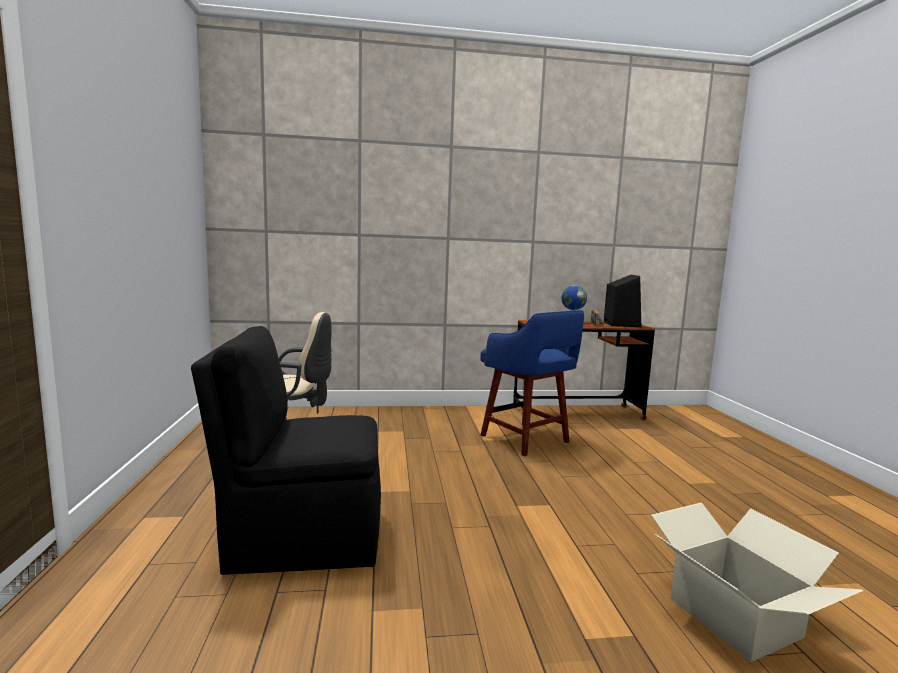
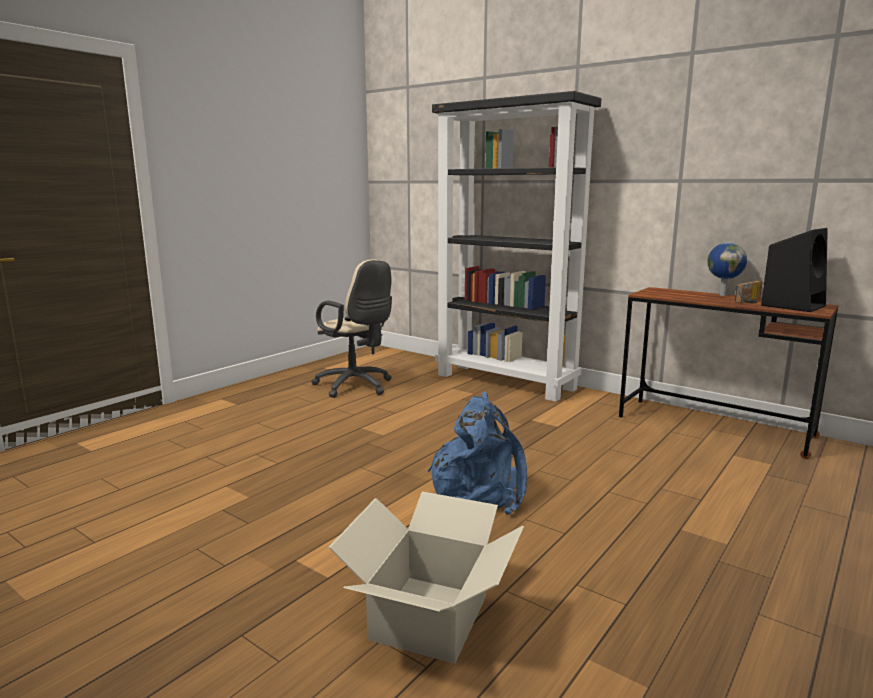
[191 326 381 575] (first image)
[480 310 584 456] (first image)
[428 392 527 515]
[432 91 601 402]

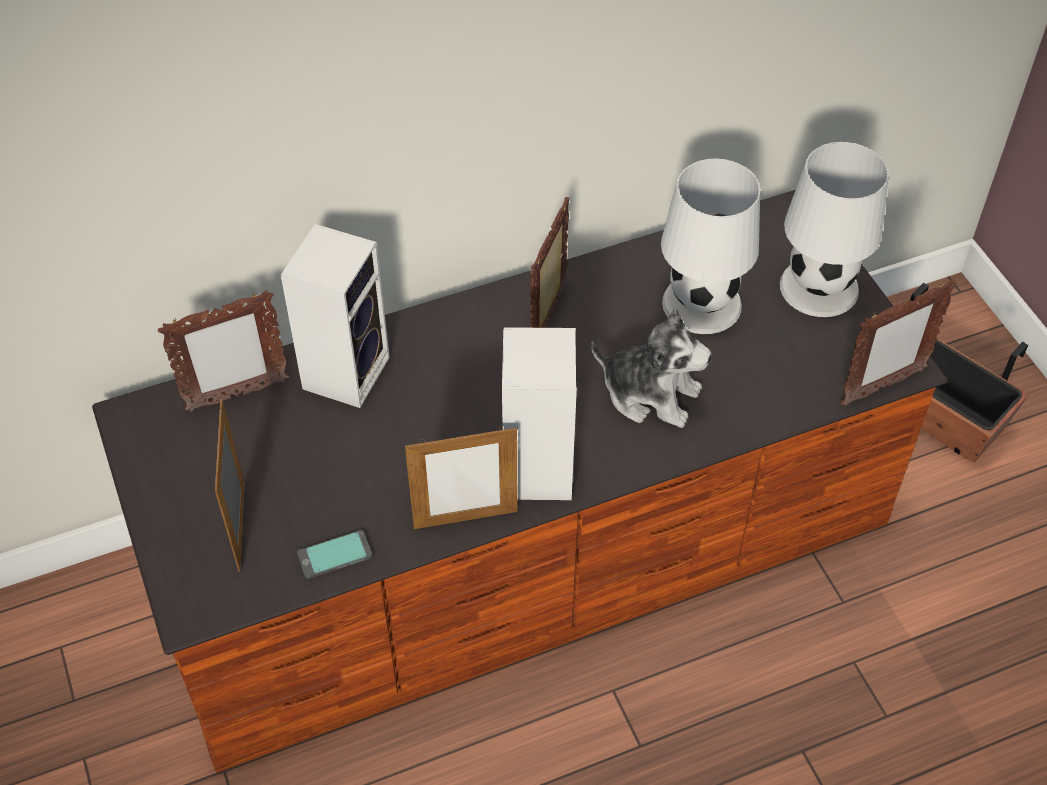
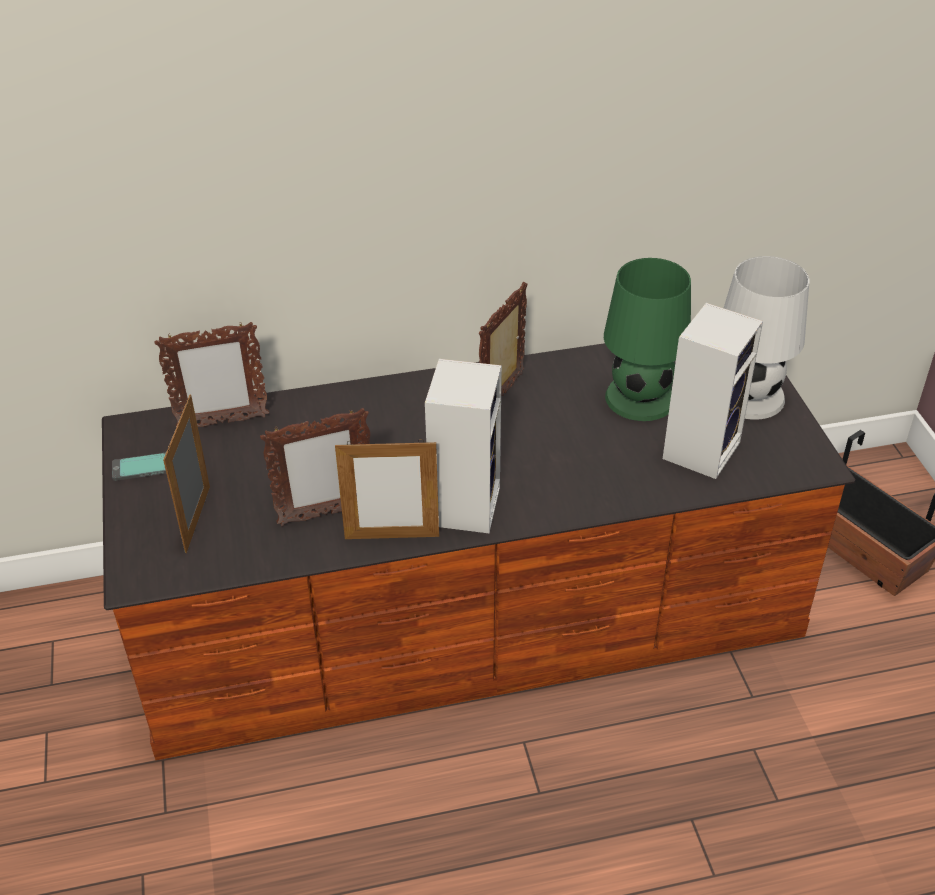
[663 303 763 479]
[112 453 166 481]
[591 309 712 428] (first image)
[604 258 691 421]
[260 408 370 526]

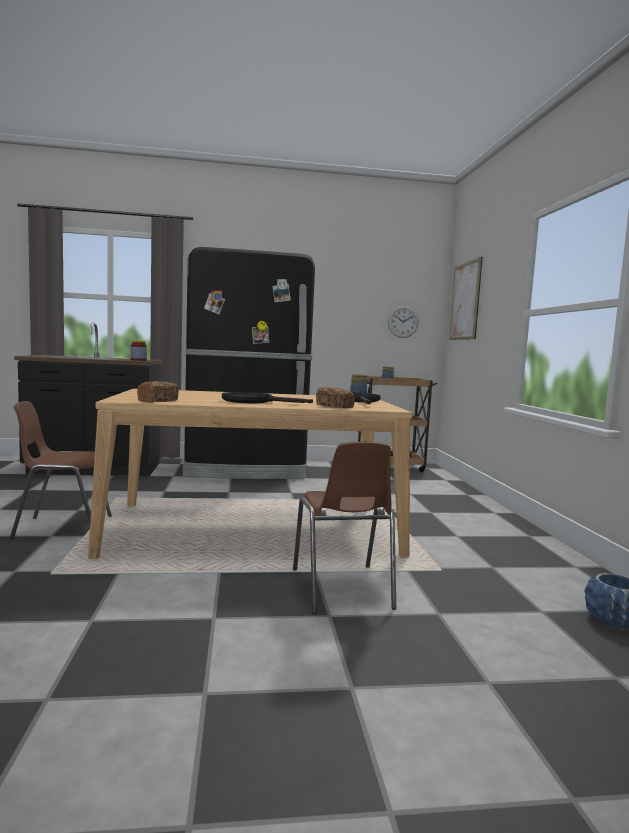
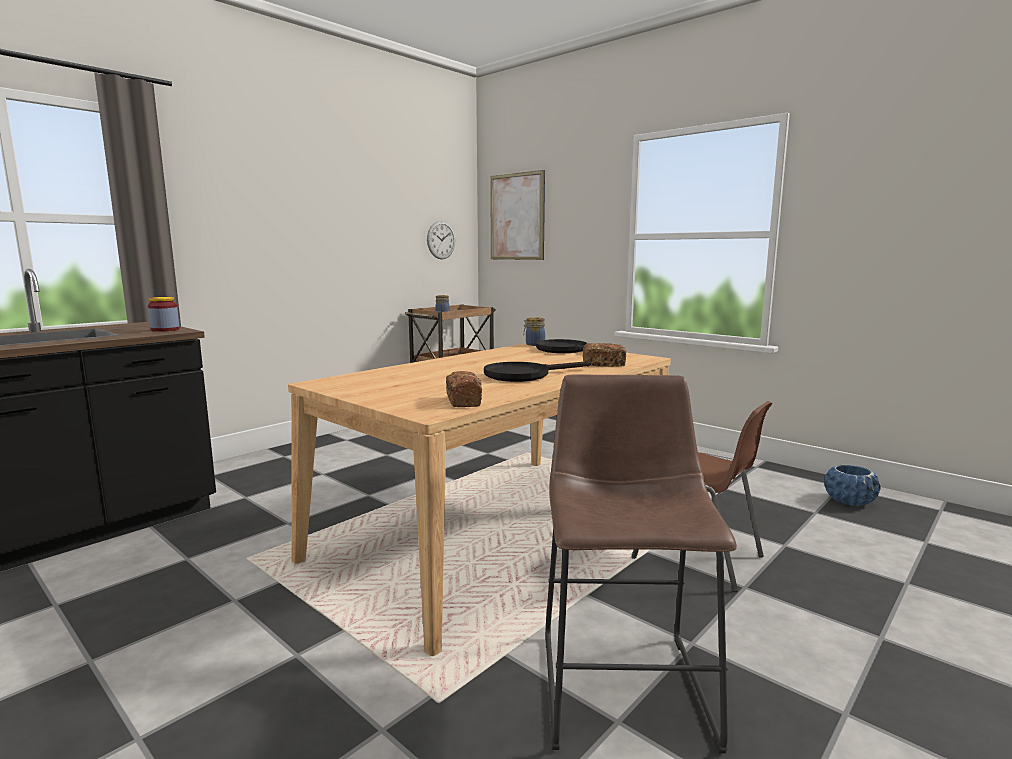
[10 401 112 539] (first image)
[183 247 315 479] (first image)
[545 375 737 753]

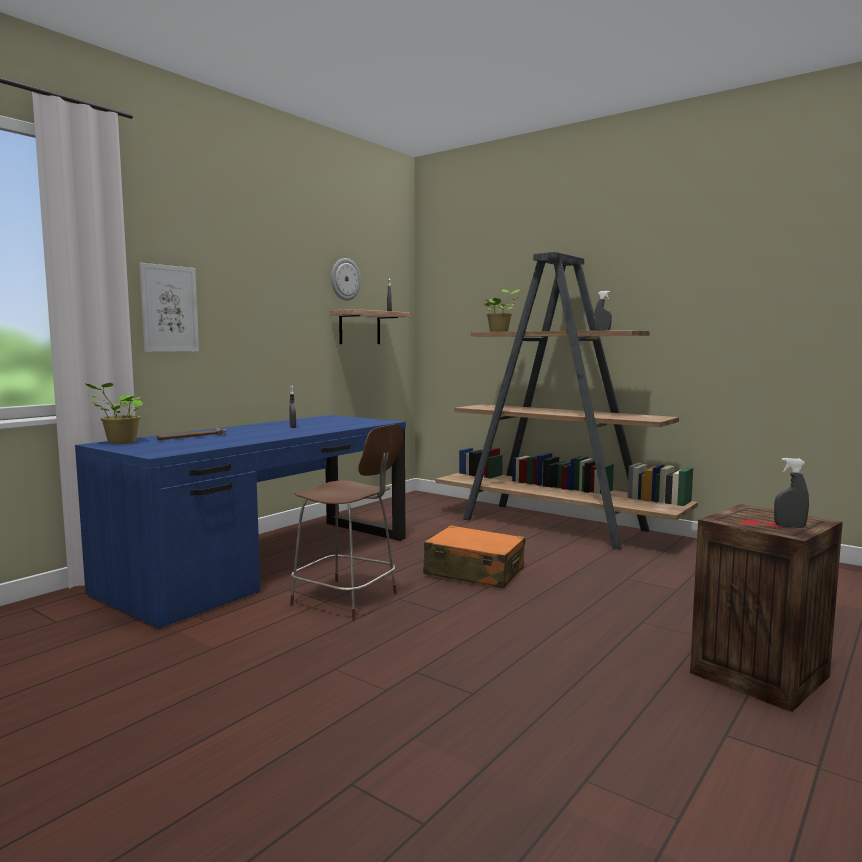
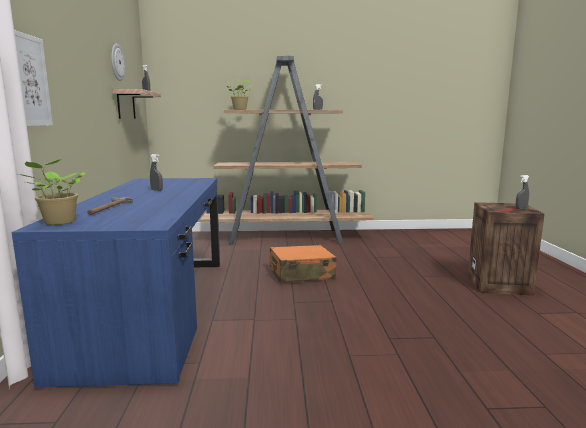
[290 424 403 620] (first image)

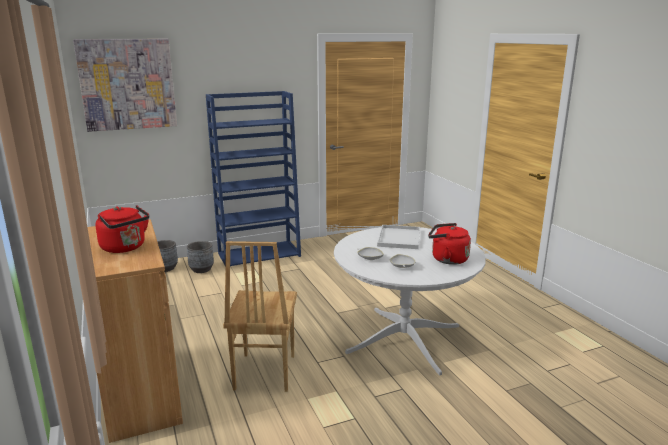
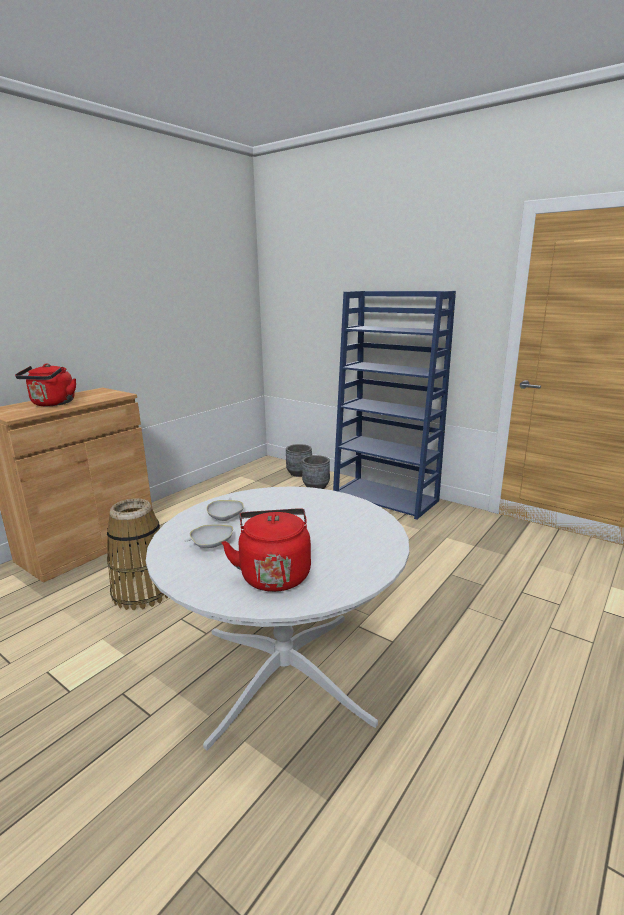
[73 39 177 132] (first image)
[107 498 168 610]
[377 225 420 249] (first image)

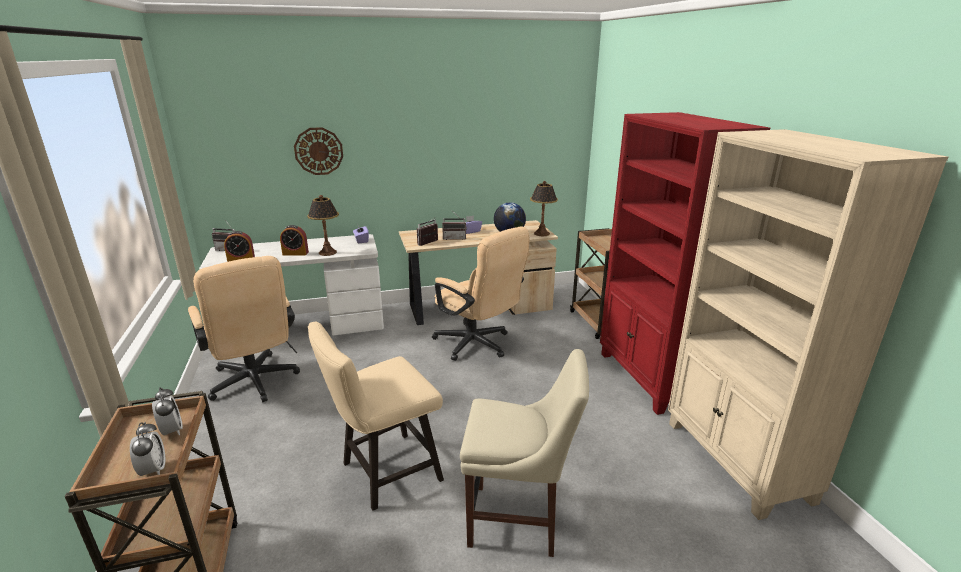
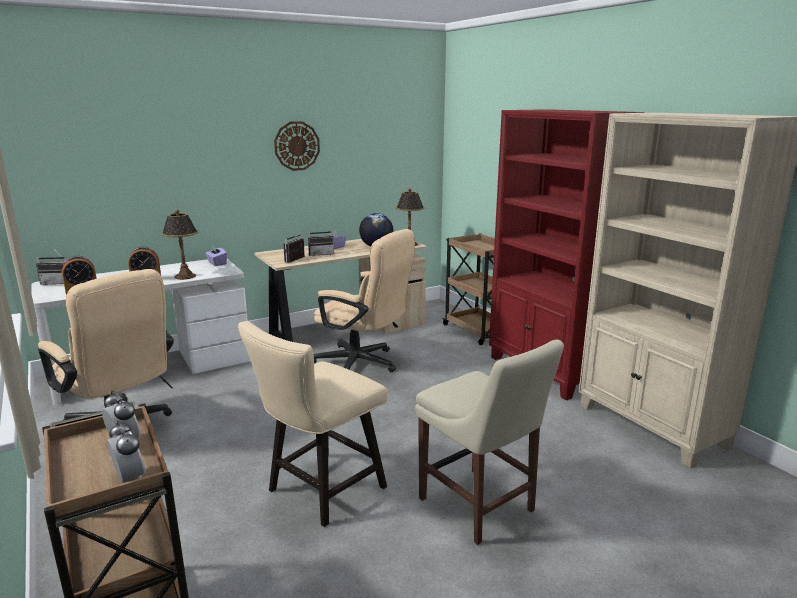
[274 121 320 171]
[415 340 564 545]

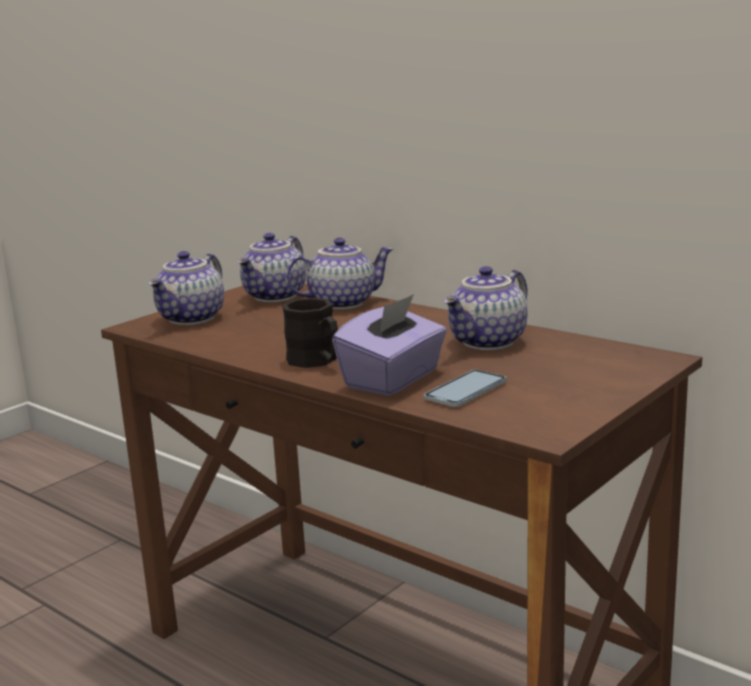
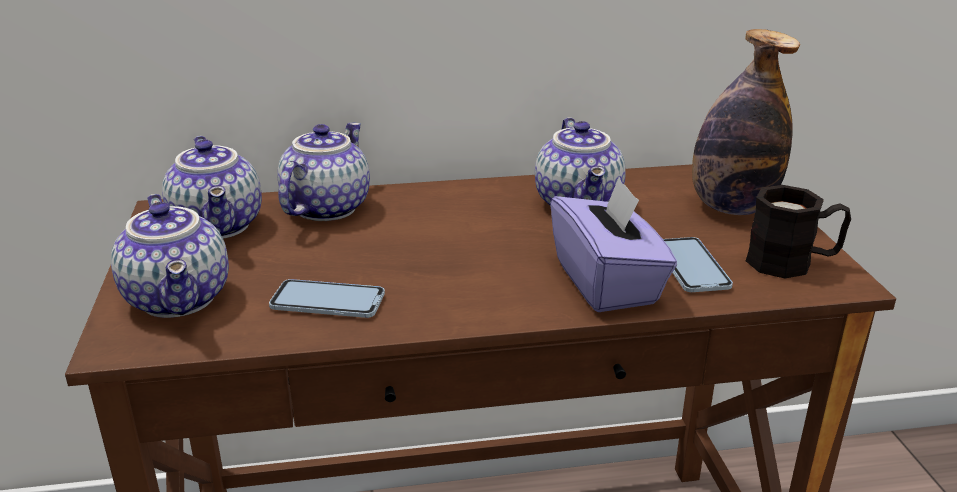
[746 185 851 278]
[269 279 385 318]
[692 29 800 215]

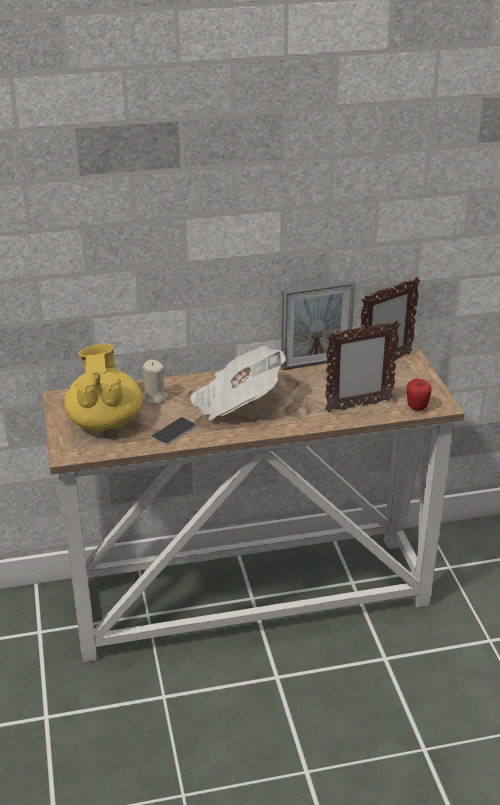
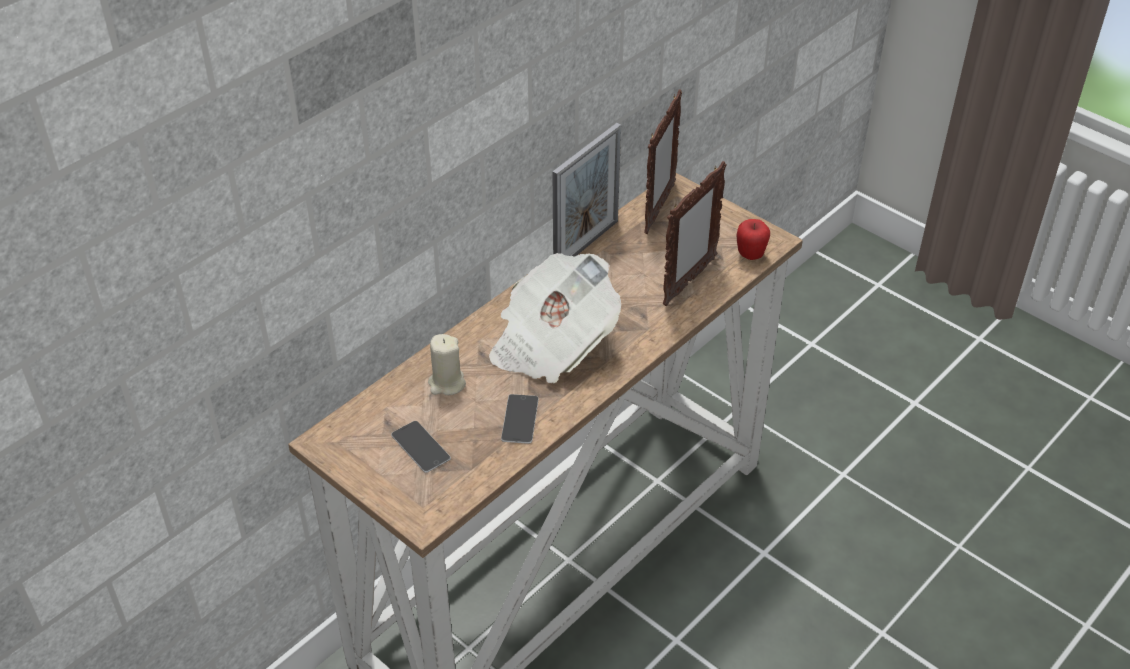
[391 421 451 473]

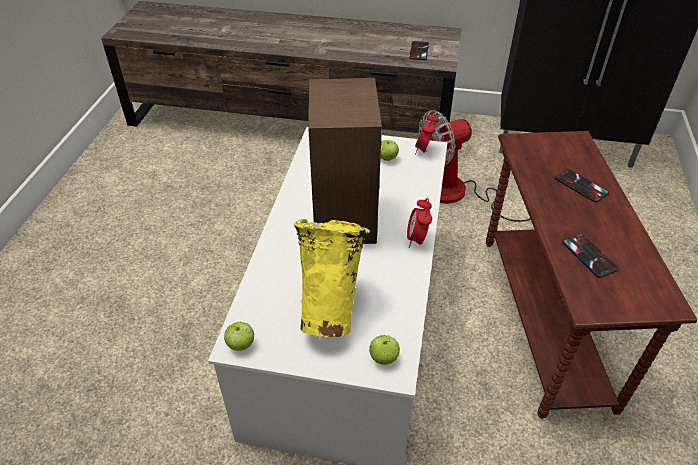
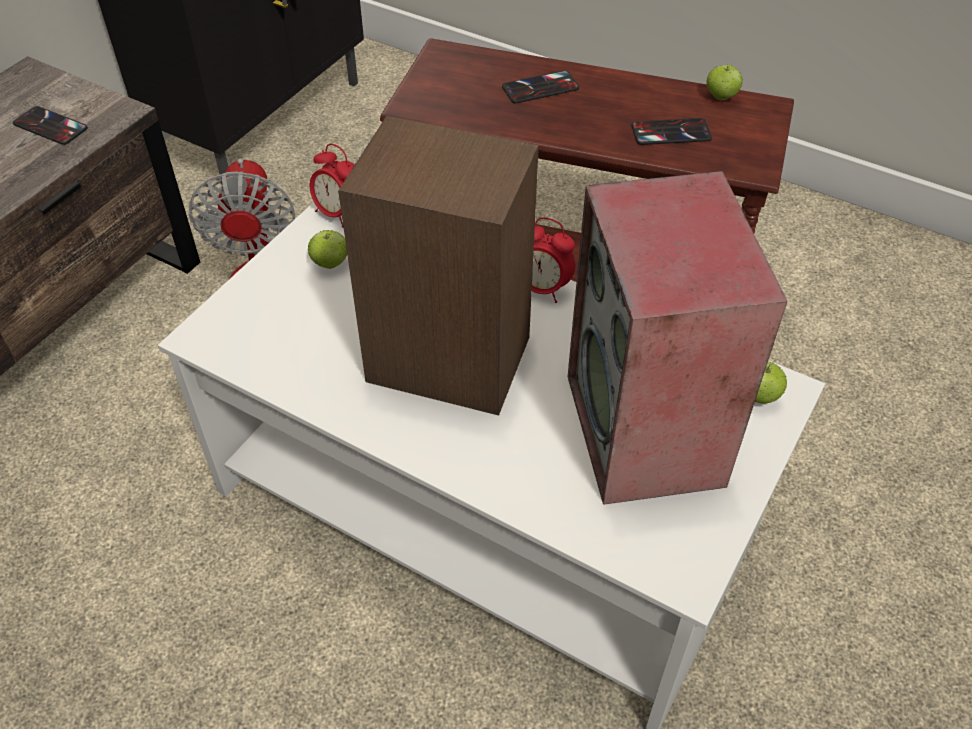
[706 65 743 100]
[567 171 788 505]

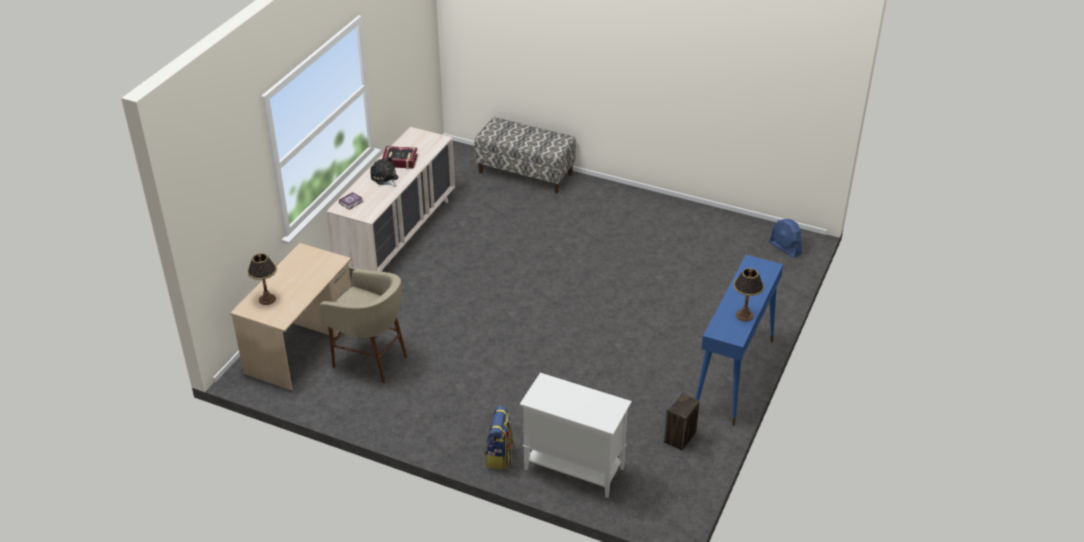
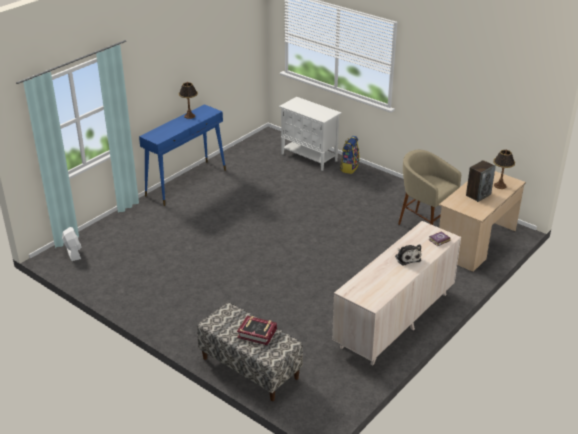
[237 316 277 345]
[466 160 496 202]
[62 227 81 261]

